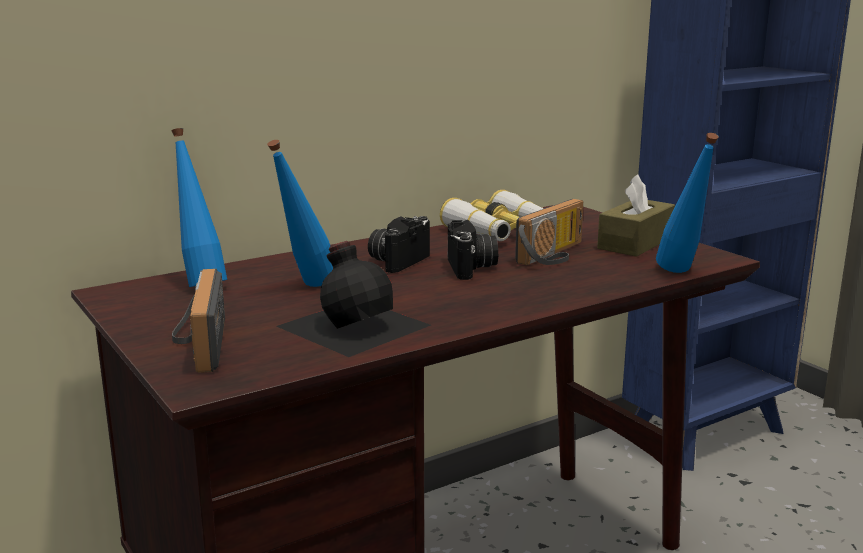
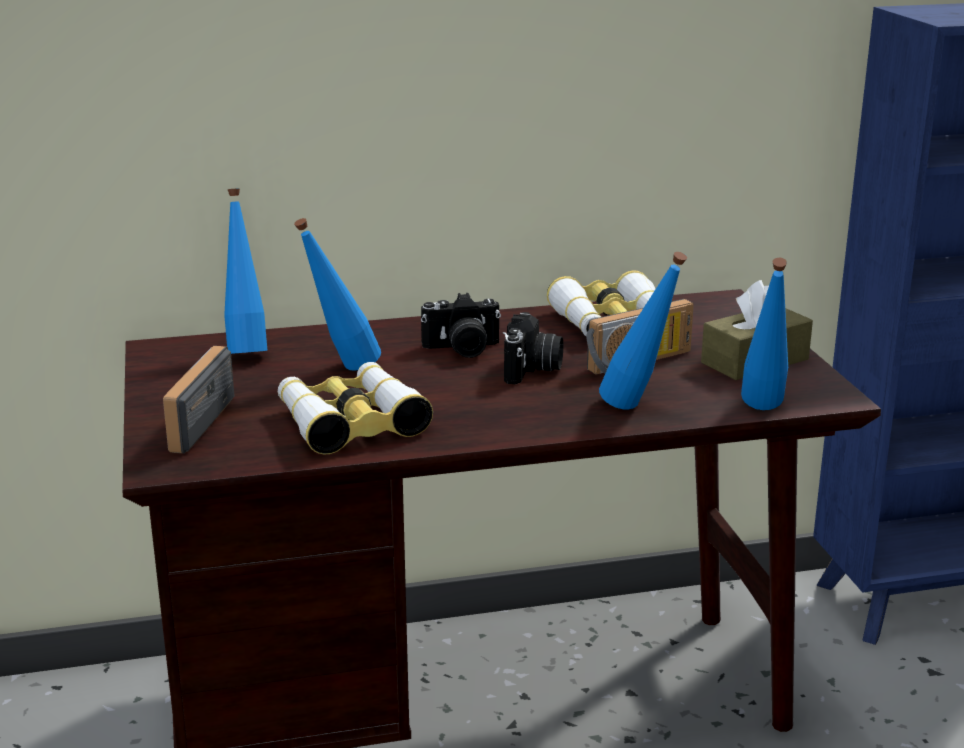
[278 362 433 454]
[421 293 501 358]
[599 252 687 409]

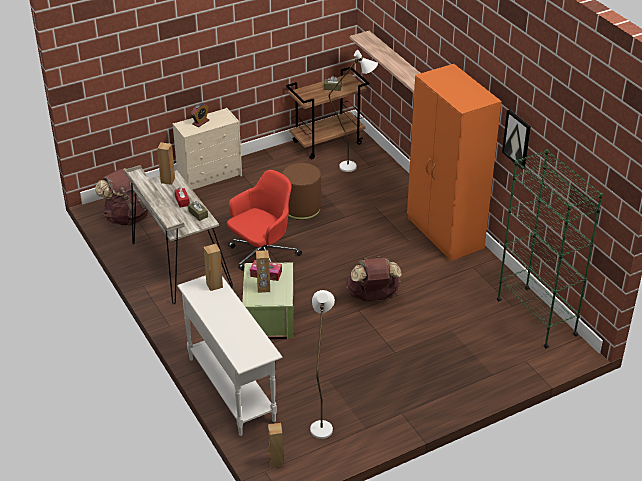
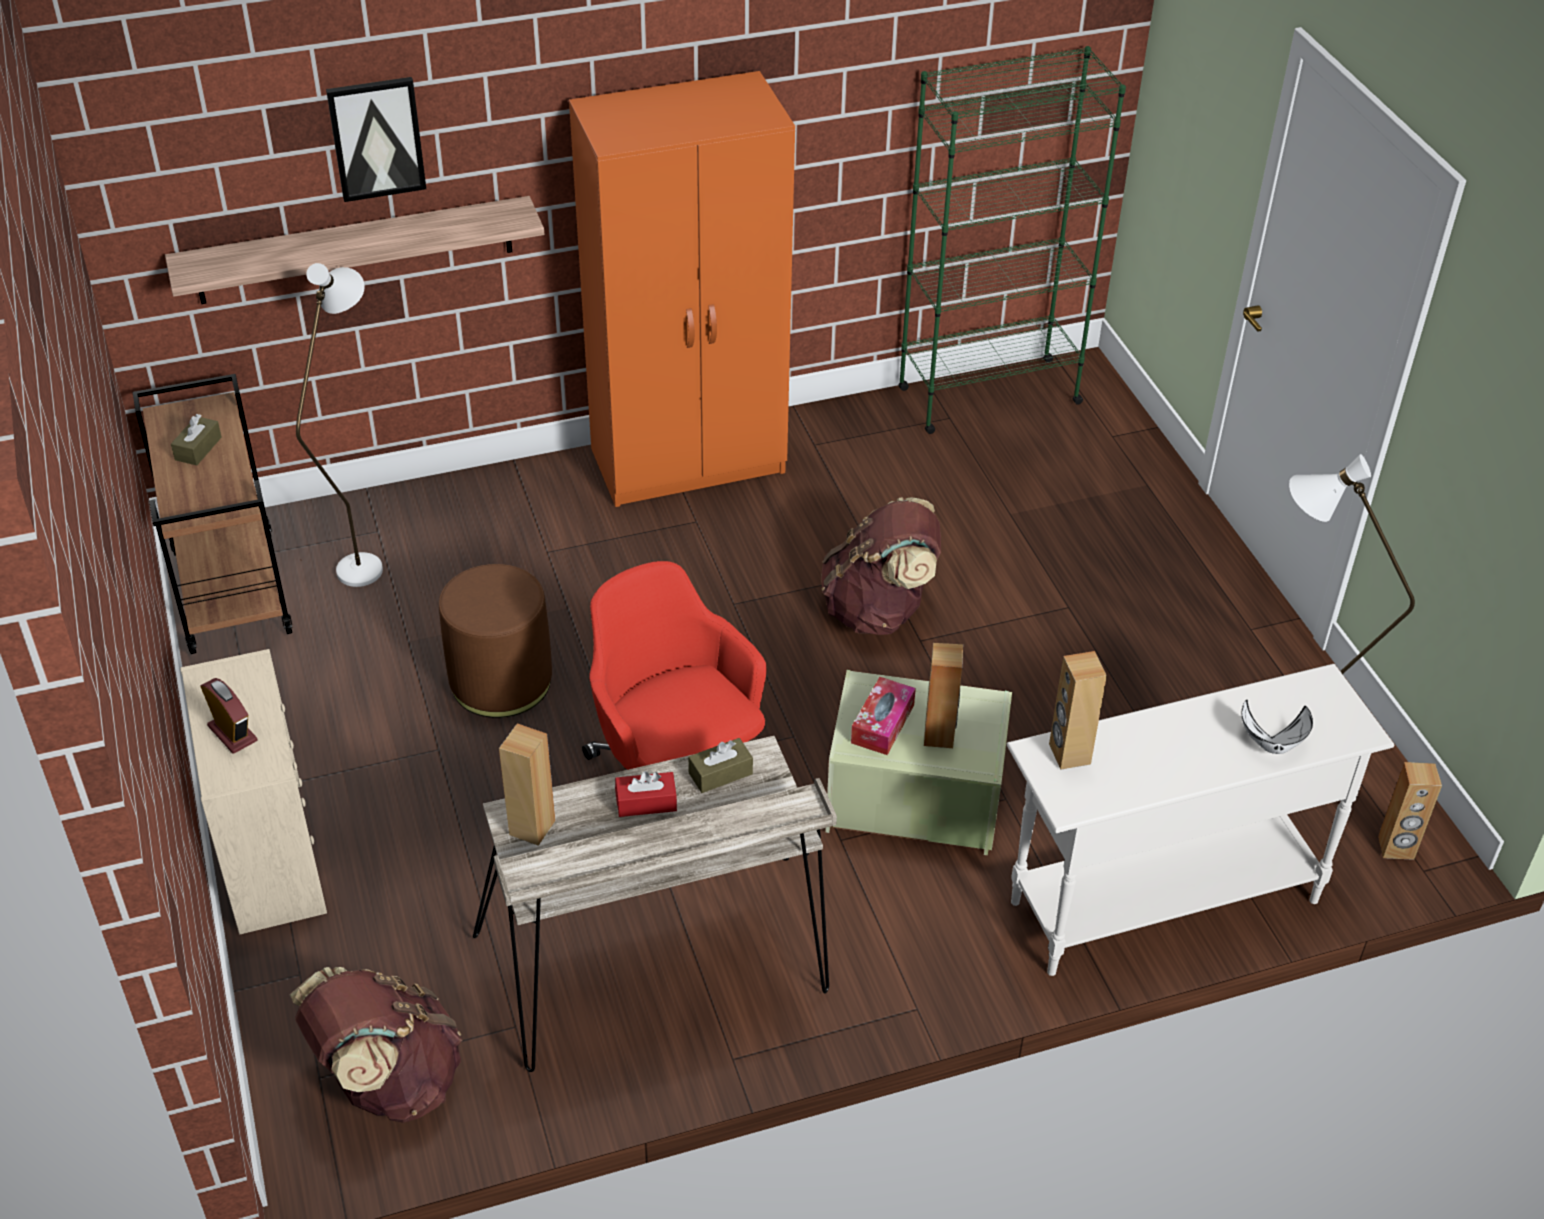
[326 77 426 202]
[1242 700 1313 754]

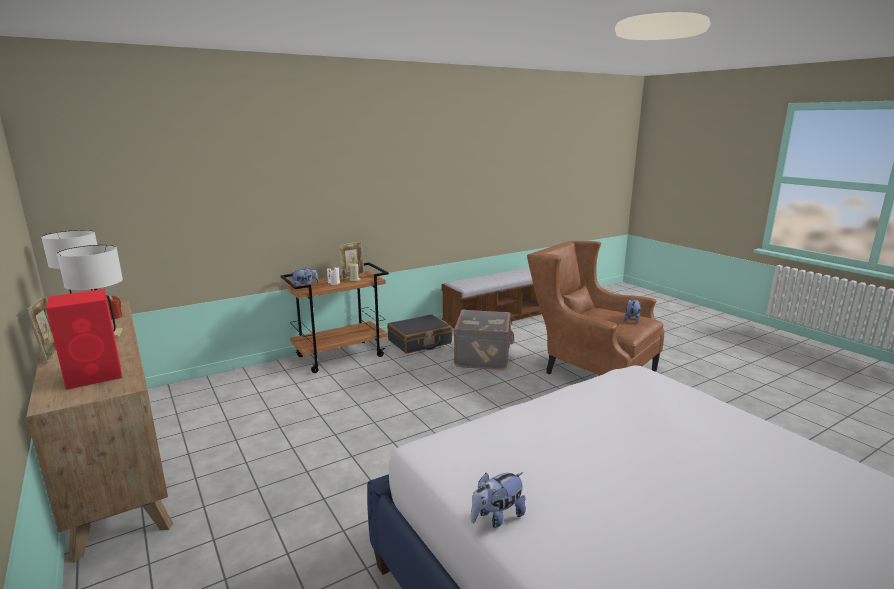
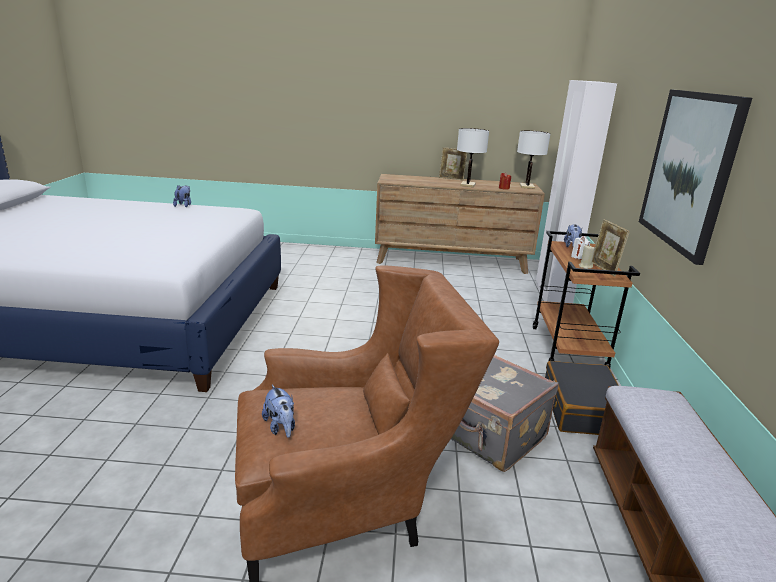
[46 289 122 390] (first image)
[536 80 617 303]
[639 89 752 265]

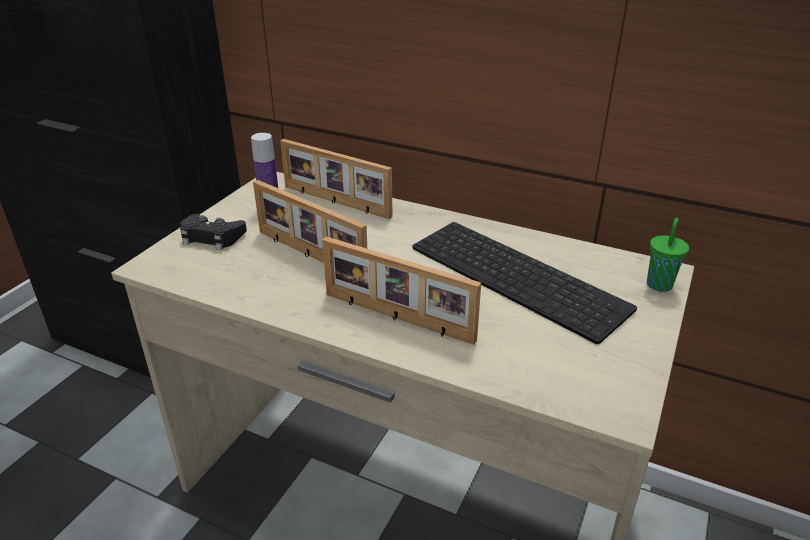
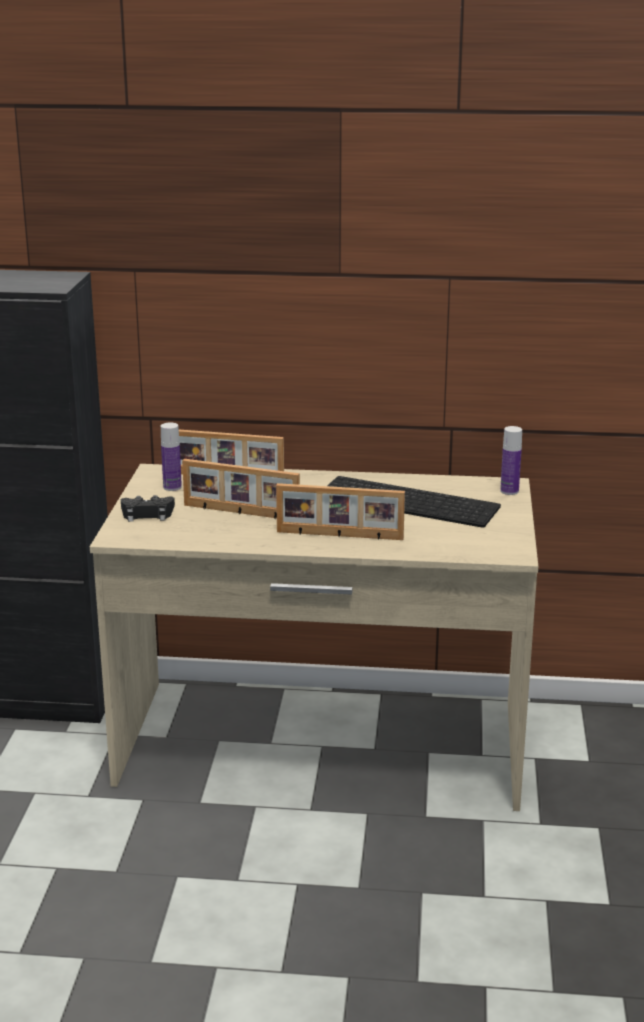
[500 426 522 495]

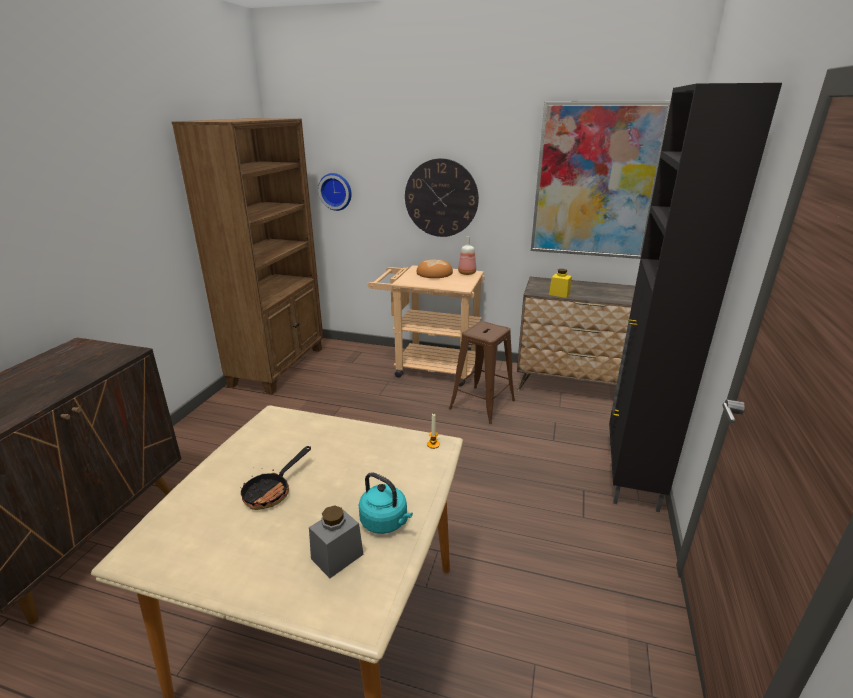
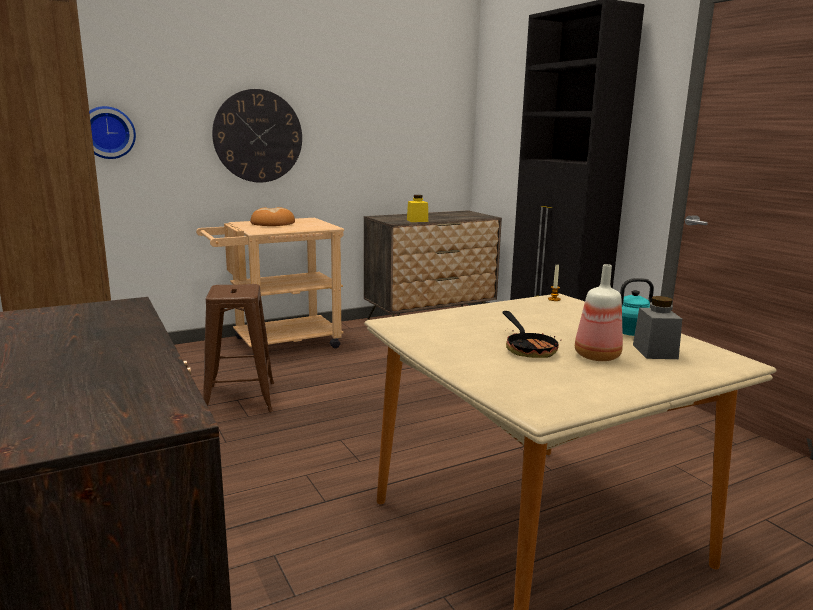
[203 284 274 412]
[575 264 623 361]
[531 101 671 259] (first image)

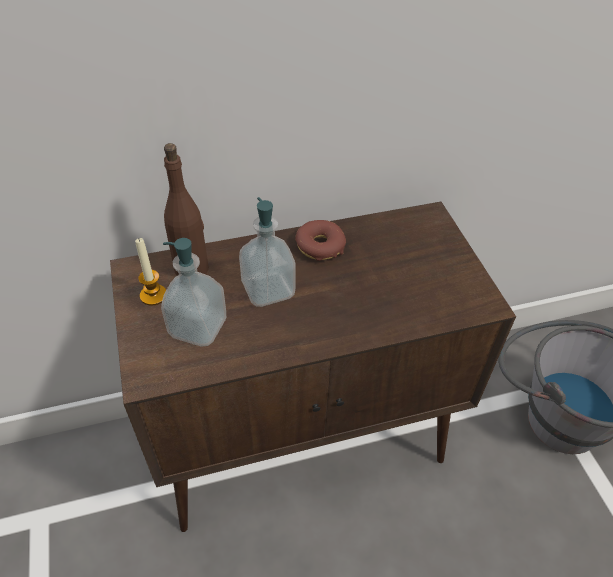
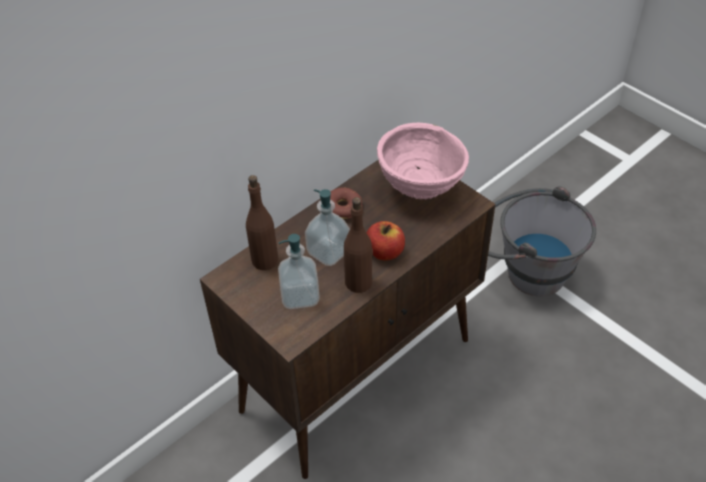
[135 238 166 306] (first image)
[344 197 373 293]
[367 221 405 260]
[377 123 469 199]

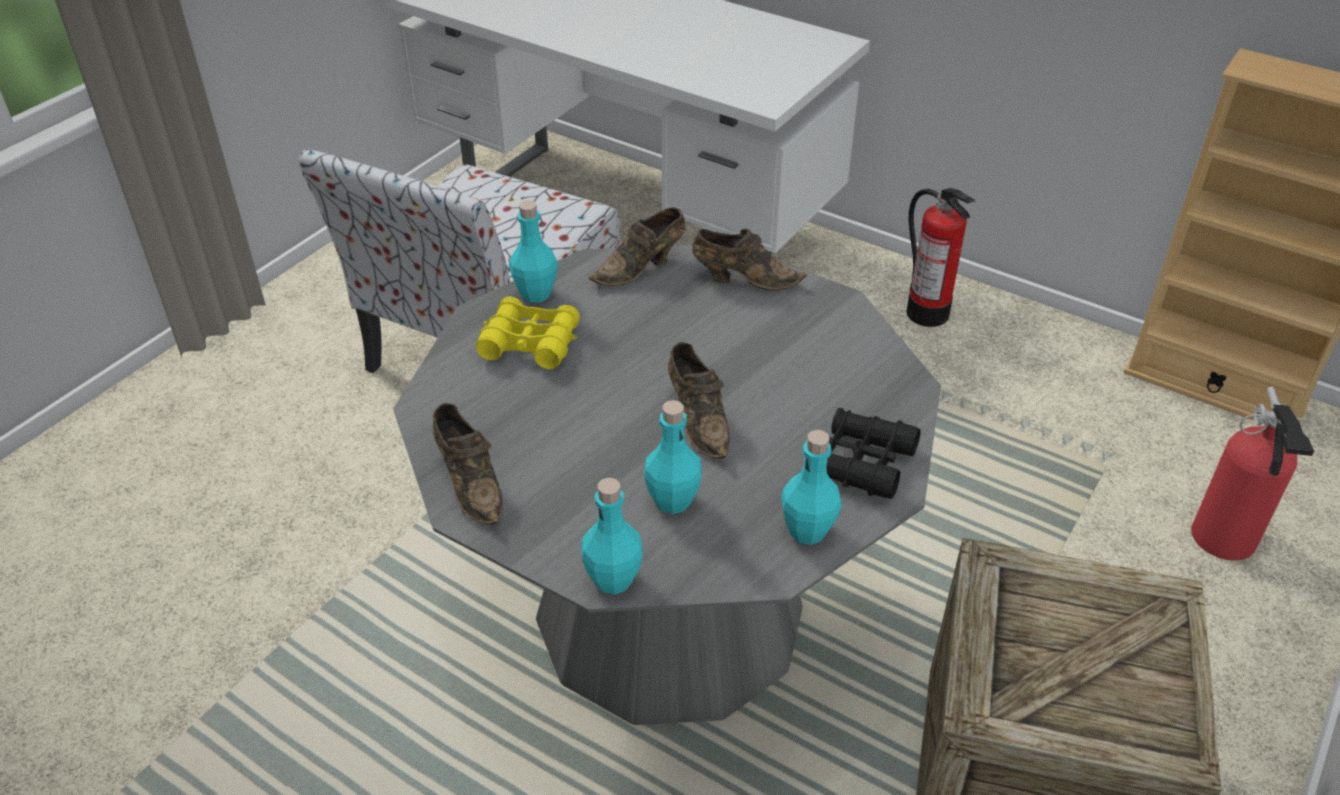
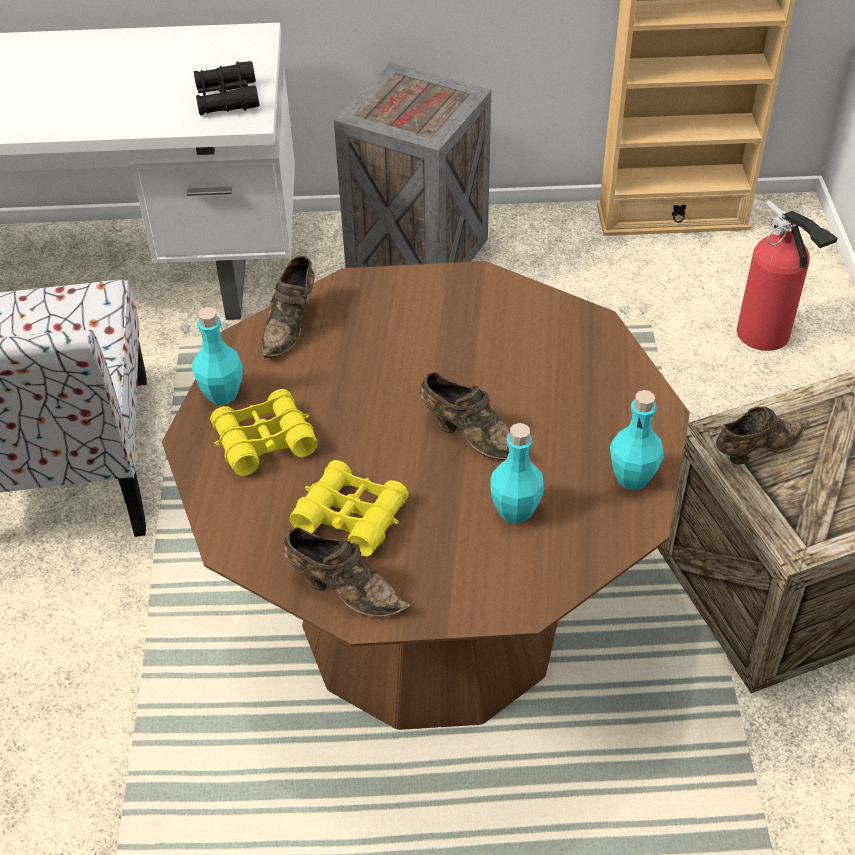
[162 261 690 730]
[581 478 643 595] (first image)
[716 407 809 464]
[194 61 260 115]
[334 63 491 268]
[290 460 409 556]

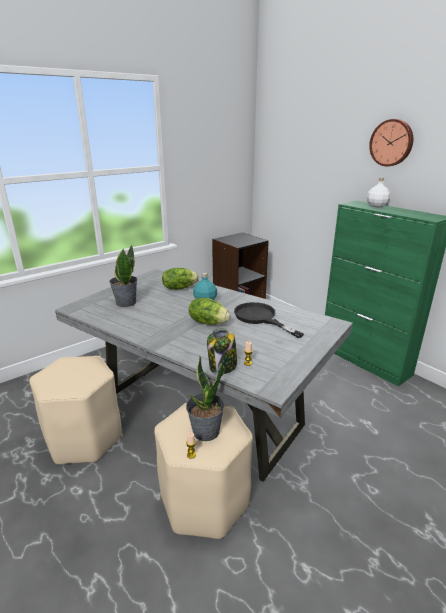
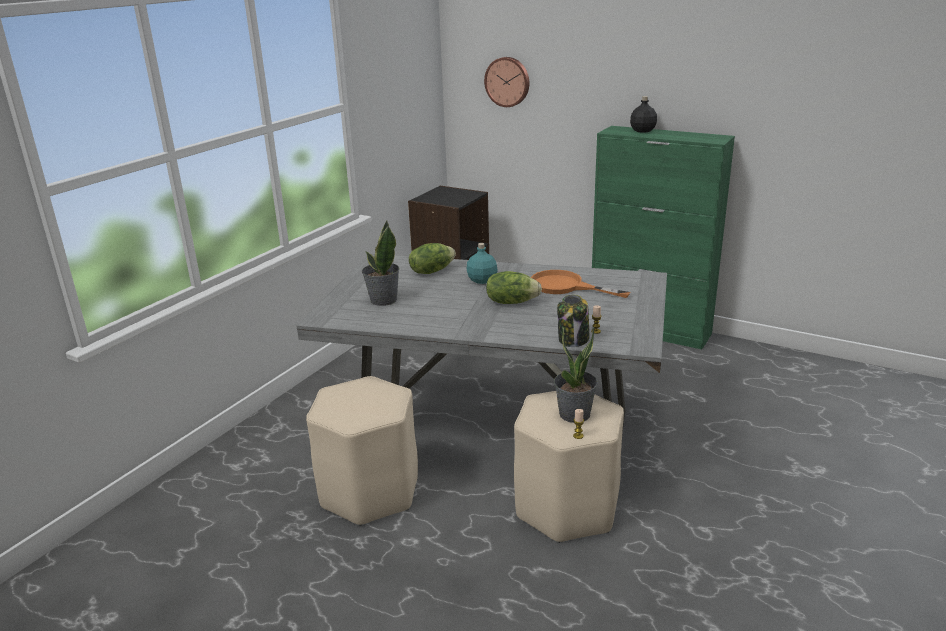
[531 270 630 298]
[630 96 657 133]
[484 57 529 107]

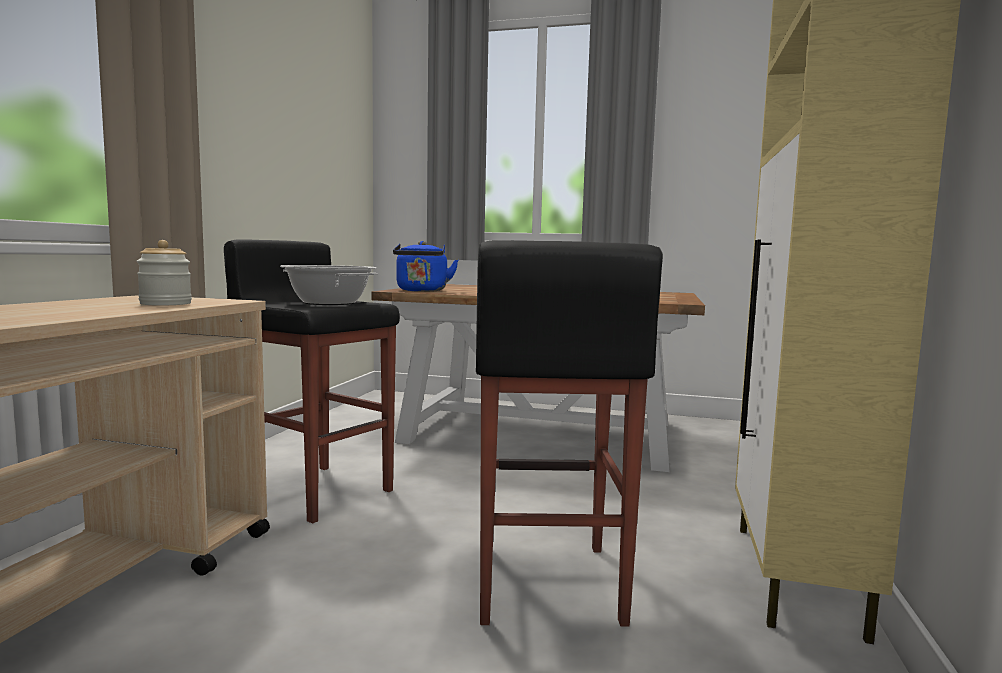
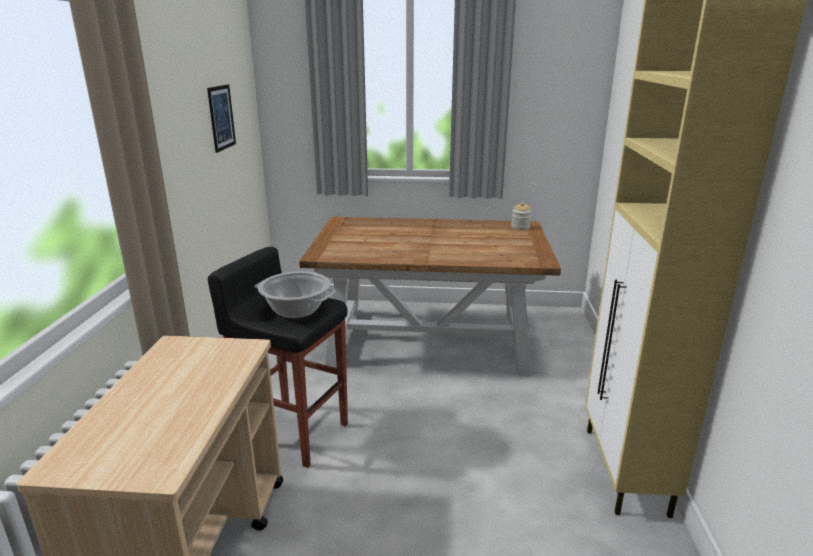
[511 202 532 230]
[393 241 458 292] (first image)
[476 240 663 626] (first image)
[207 84 236 153]

